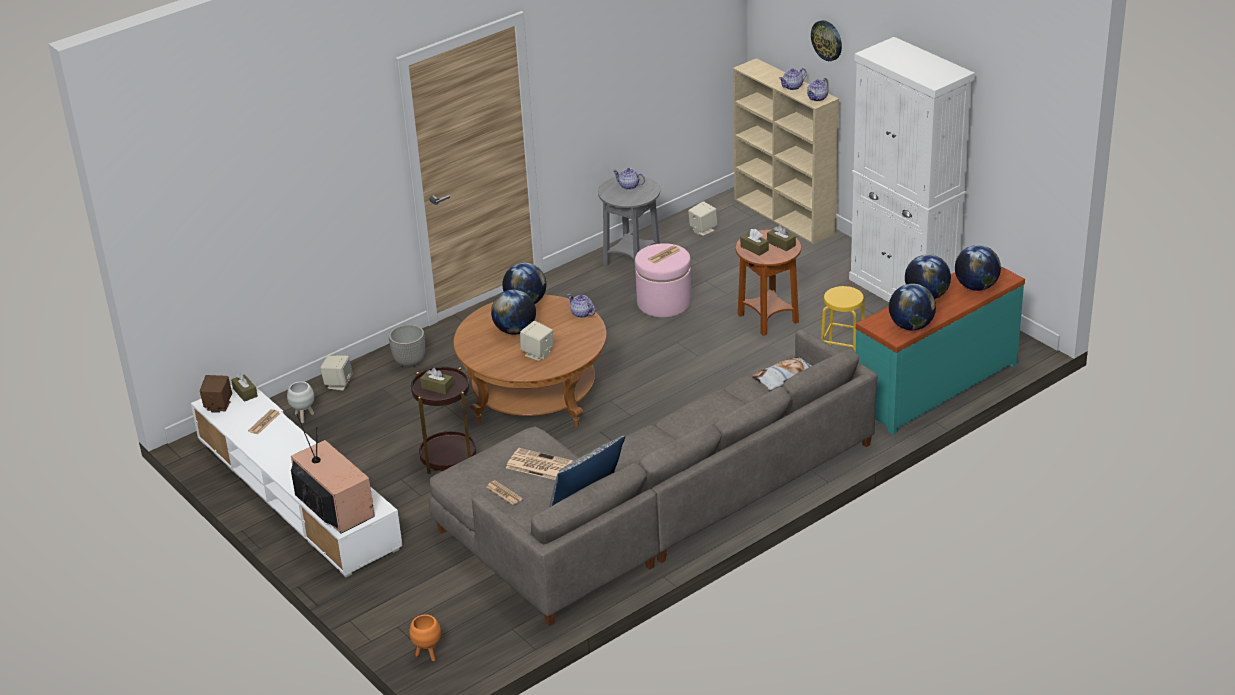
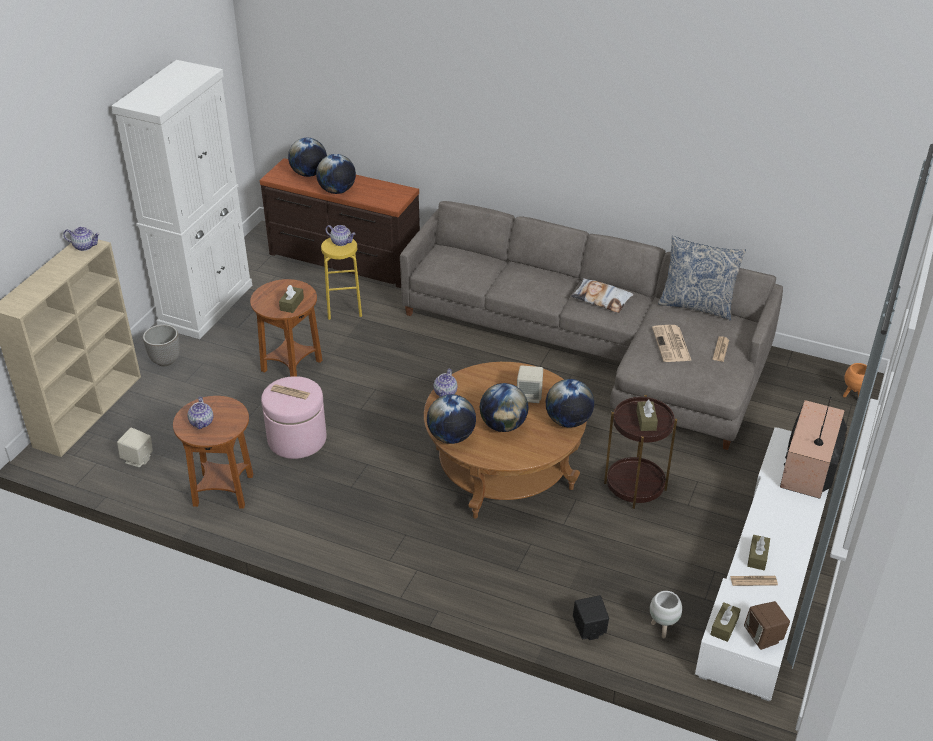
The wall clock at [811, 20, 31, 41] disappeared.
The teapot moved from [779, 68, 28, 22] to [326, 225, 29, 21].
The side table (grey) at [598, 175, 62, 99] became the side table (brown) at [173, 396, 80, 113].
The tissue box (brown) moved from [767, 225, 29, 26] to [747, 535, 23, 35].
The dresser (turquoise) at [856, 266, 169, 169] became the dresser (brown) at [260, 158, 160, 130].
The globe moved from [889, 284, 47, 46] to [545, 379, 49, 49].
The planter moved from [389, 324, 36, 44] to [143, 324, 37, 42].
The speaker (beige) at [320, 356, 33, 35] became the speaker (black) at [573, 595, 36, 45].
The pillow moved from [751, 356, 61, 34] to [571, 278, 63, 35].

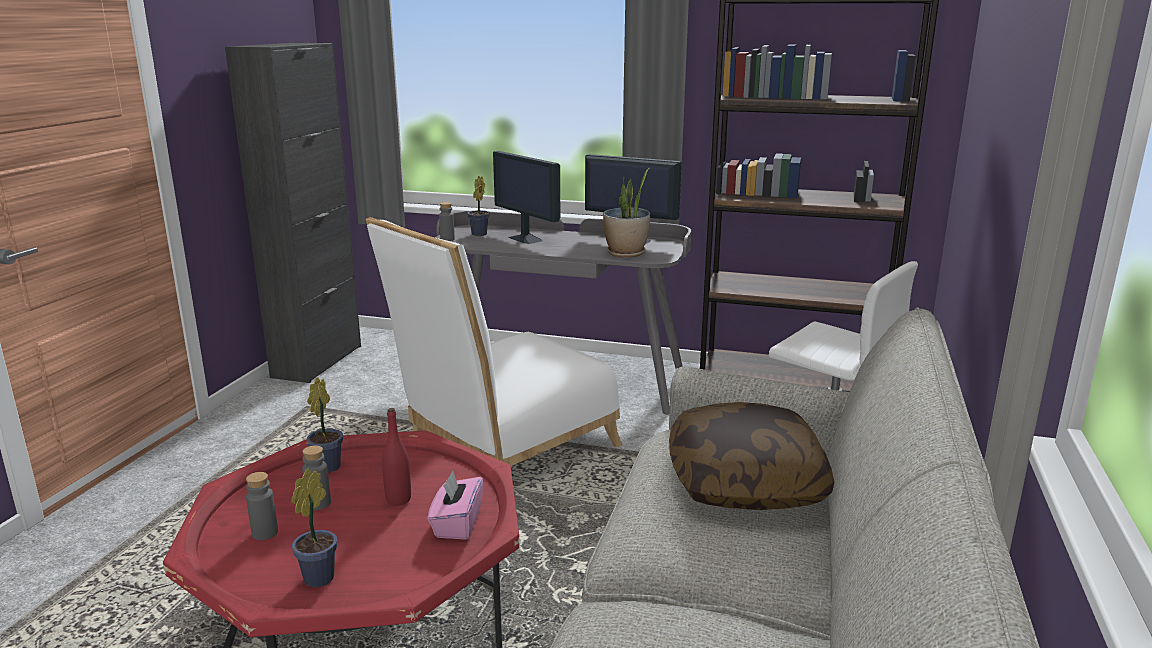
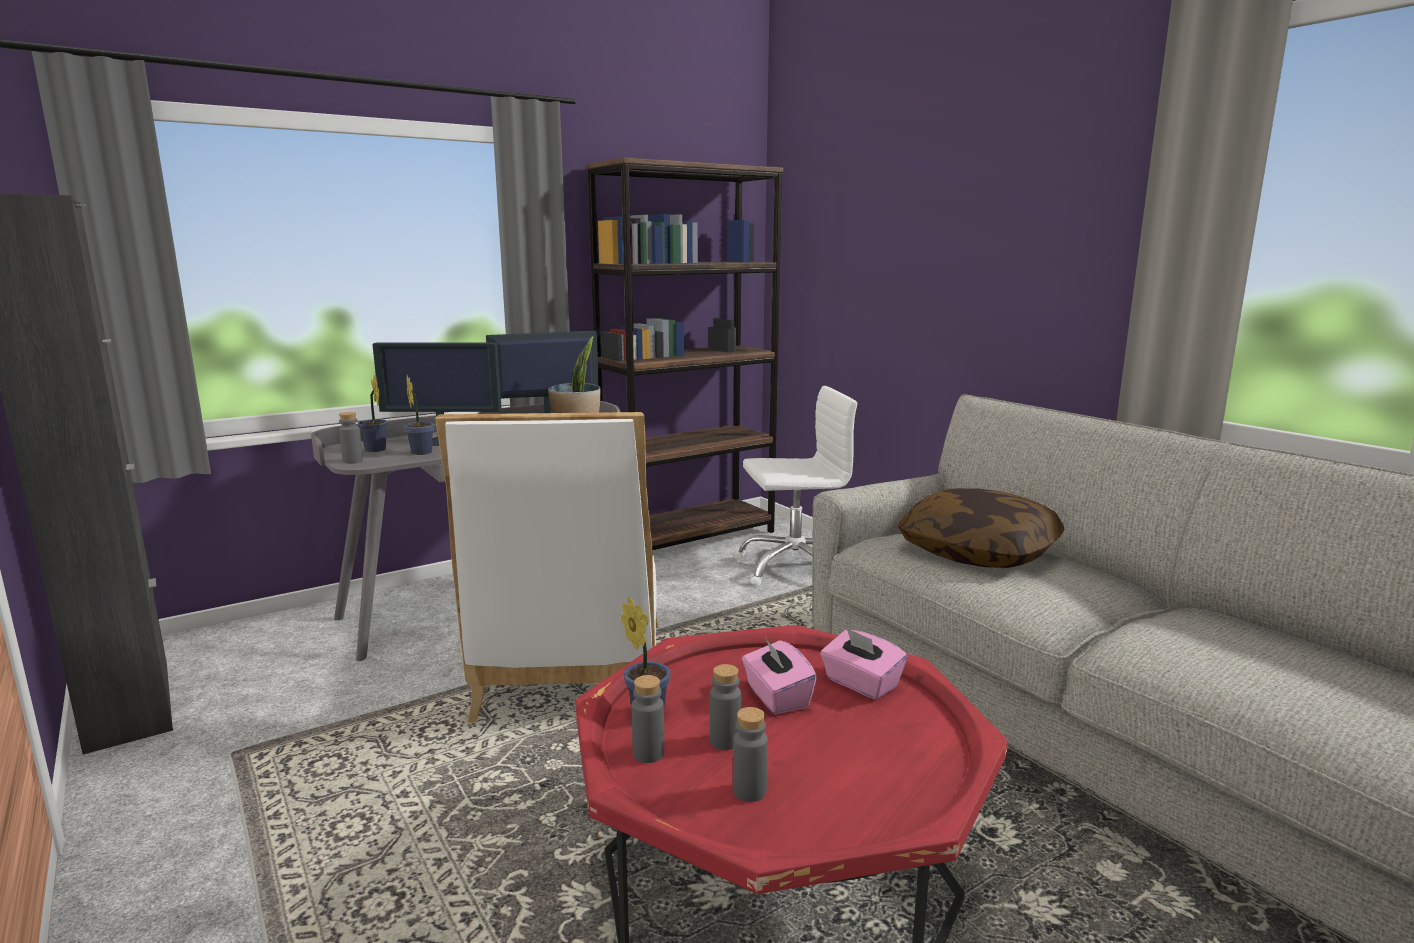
The bottle (red) at [382, 408, 29, 98] was replaced by the tissue box (pink) at [742, 637, 75, 77].
The potted plant moved from [291, 468, 46, 119] to [404, 375, 31, 80].
The bottle (grey) at [632, 675, 32, 88] appeared.

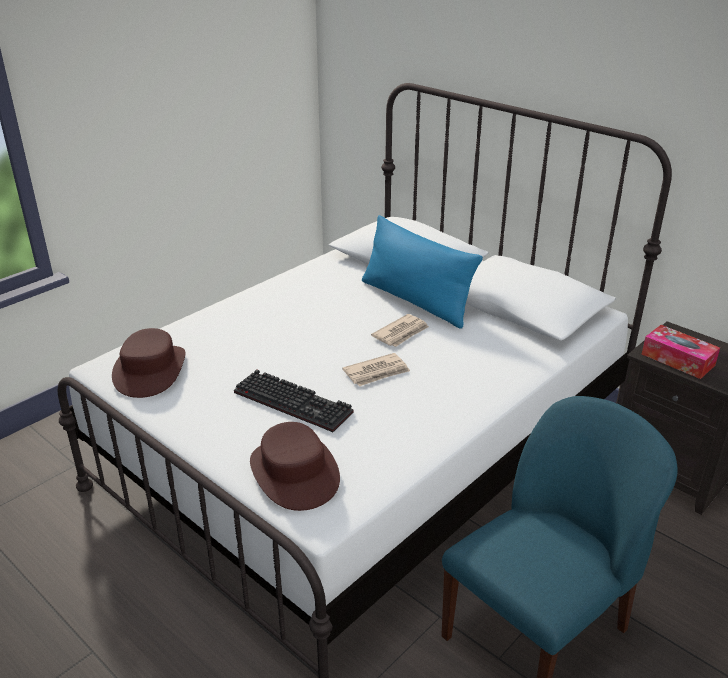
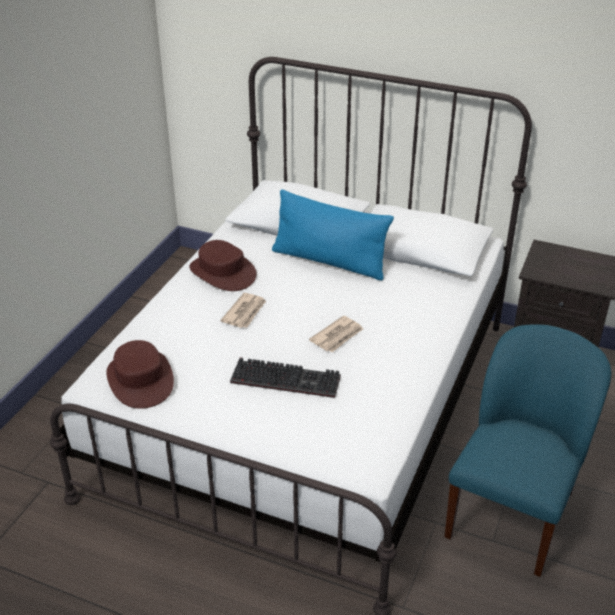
The newspaper moved from [371, 314, 58, 33] to [220, 293, 46, 35].
The tissue box at [642, 325, 78, 54] disappeared.
The hat (brown) moved from [250, 422, 90, 89] to [189, 240, 68, 51].

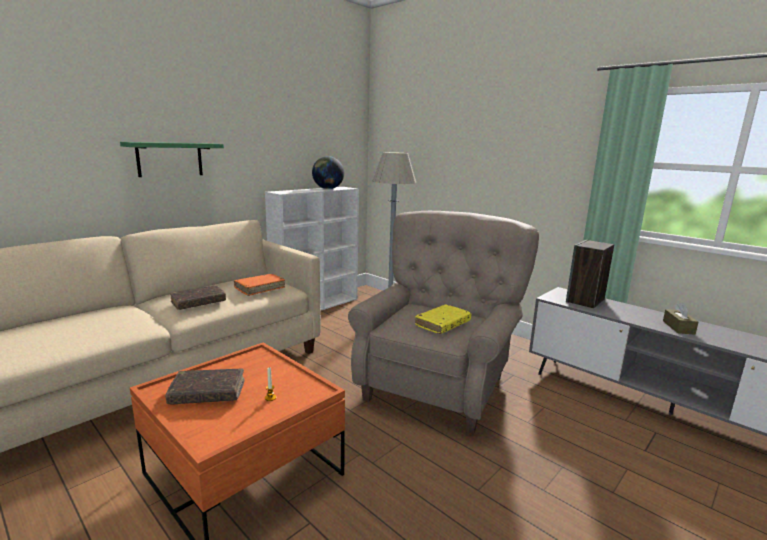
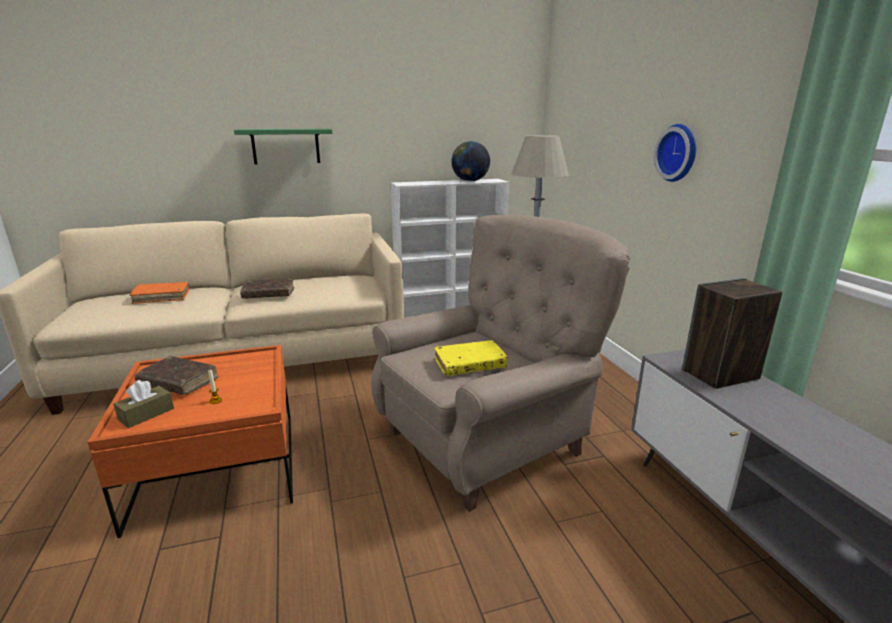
The book (orange) moved from [234, 274, 51, 22] to [130, 282, 60, 22].
The tissue box (brown) moved from [663, 303, 35, 32] to [114, 380, 60, 48].
The wall clock at [654, 124, 42, 58] appeared.

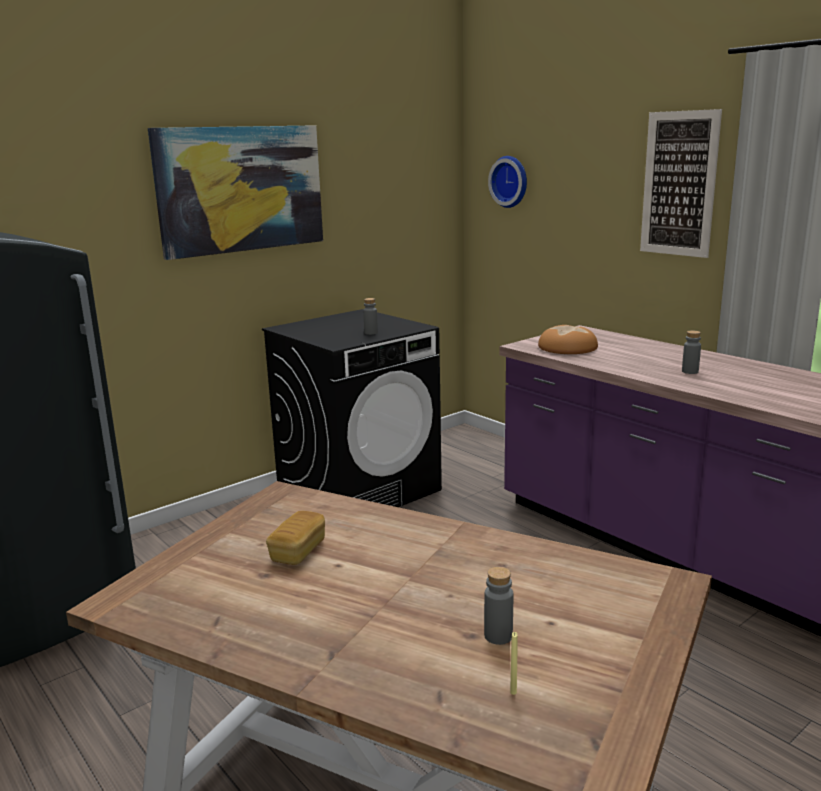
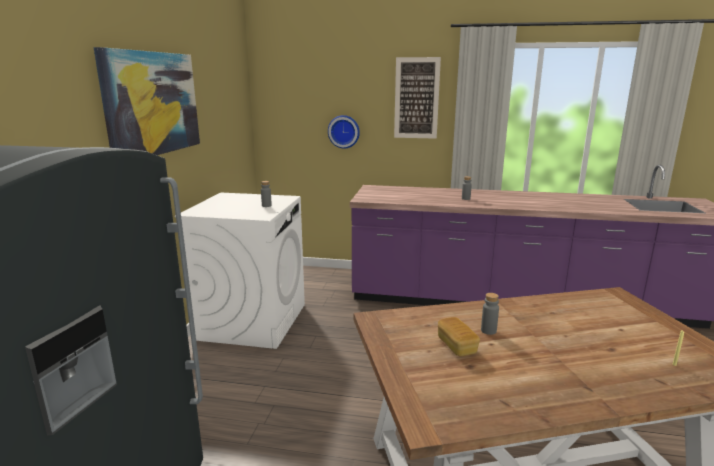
The wall clock moved from [488, 156, 39, 52] to [328, 115, 32, 34].
The washing machine (black) at [262, 309, 180, 198] became the washing machine (white) at [175, 192, 130, 157].
The bread at [538, 325, 60, 29] disappeared.
The bottle (grey) moved from [484, 567, 29, 78] to [481, 293, 18, 42].

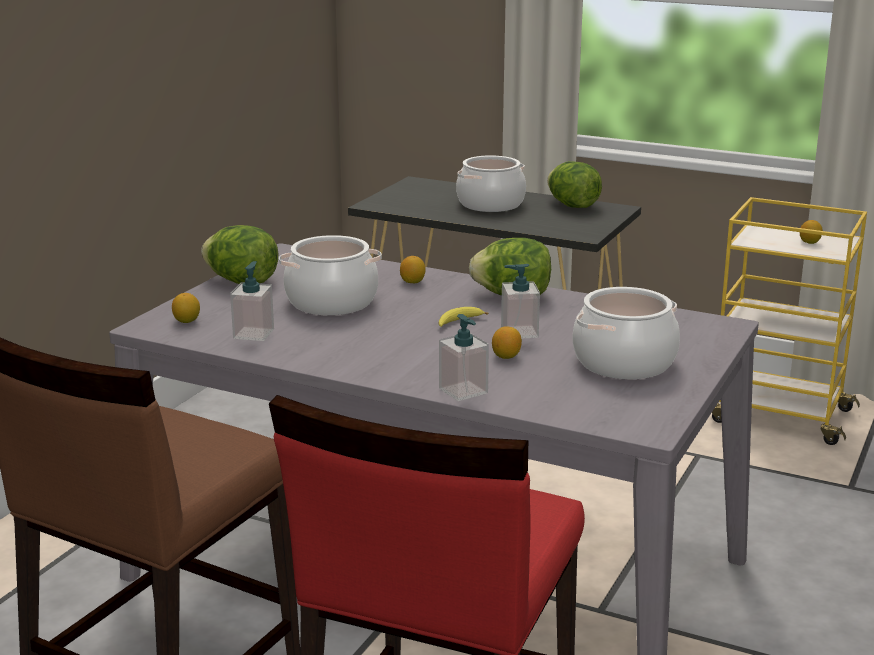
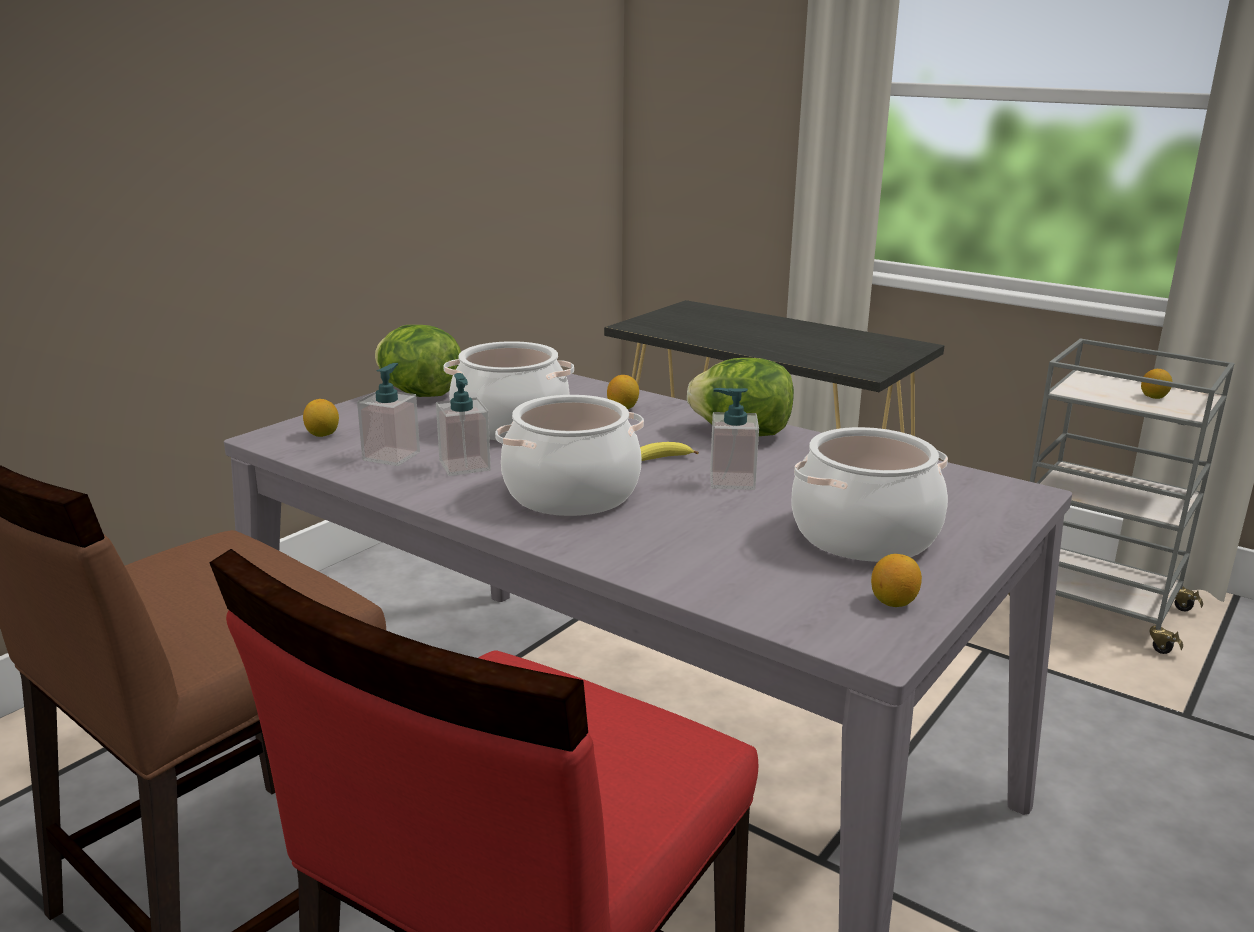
The cooking pot moved from [456, 155, 70, 57] to [495, 395, 149, 121].
The lettuce at [547, 161, 55, 47] disappeared.
The cart (yellow) at [712, 197, 155, 248] became the cart (grey) at [1008, 338, 227, 316].
The soap dispenser moved from [439, 314, 50, 87] to [436, 373, 55, 103].
The lemon moved from [492, 327, 30, 32] to [871, 554, 51, 53].

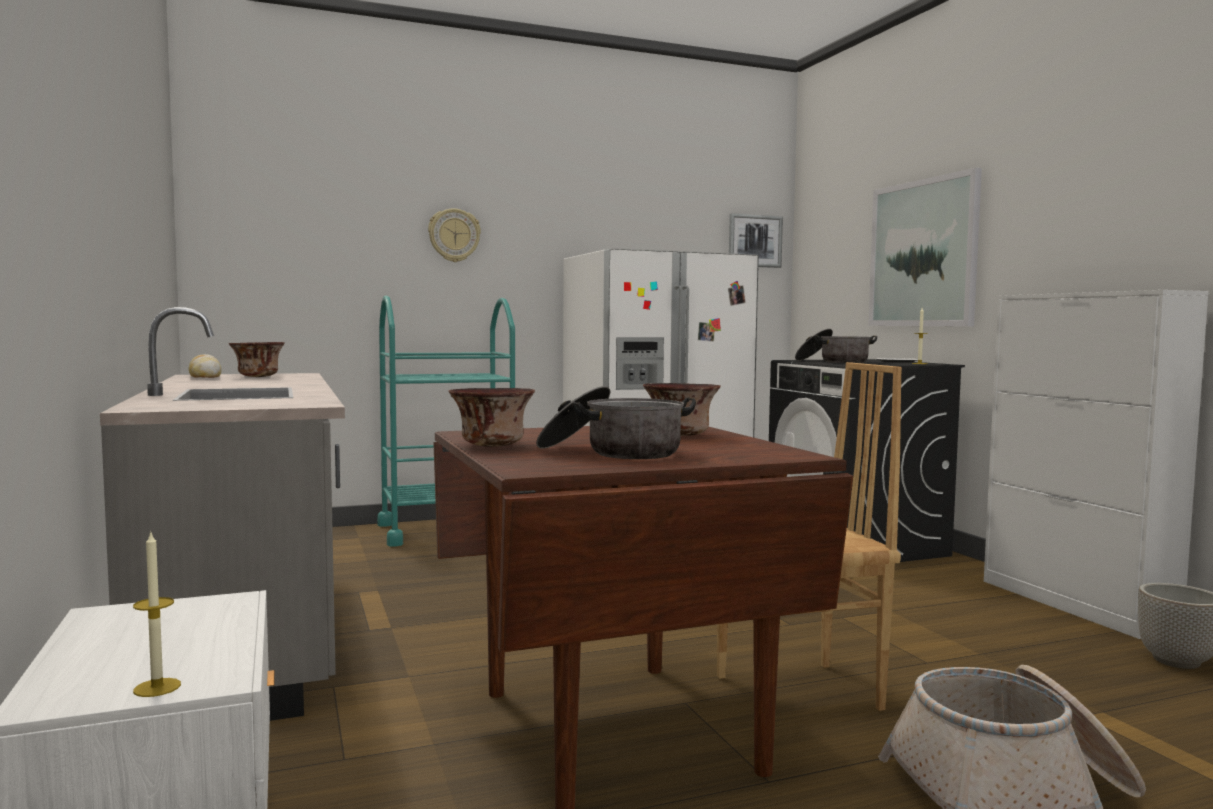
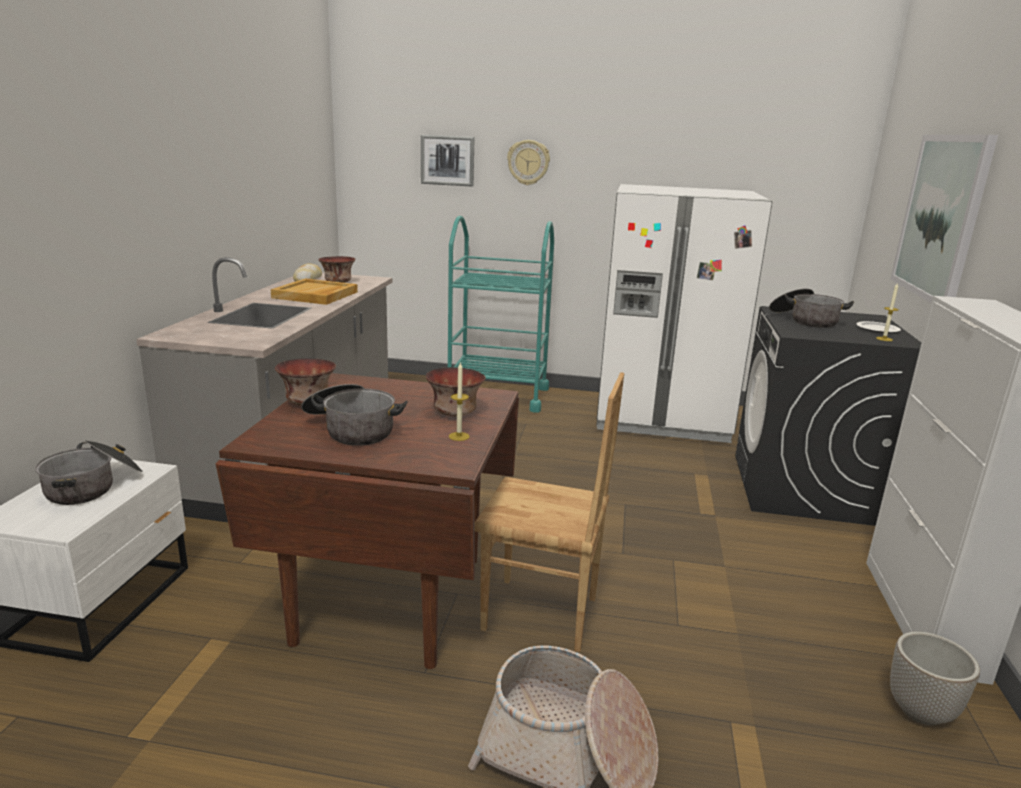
The picture moved from [729, 213, 54, 55] to [421, 135, 53, 52].
The candle moved from [133, 531, 48, 166] to [449, 363, 21, 78].
The tray (beige) at [271, 279, 87, 26] appeared.
The cooking pot at [35, 440, 108, 65] appeared.

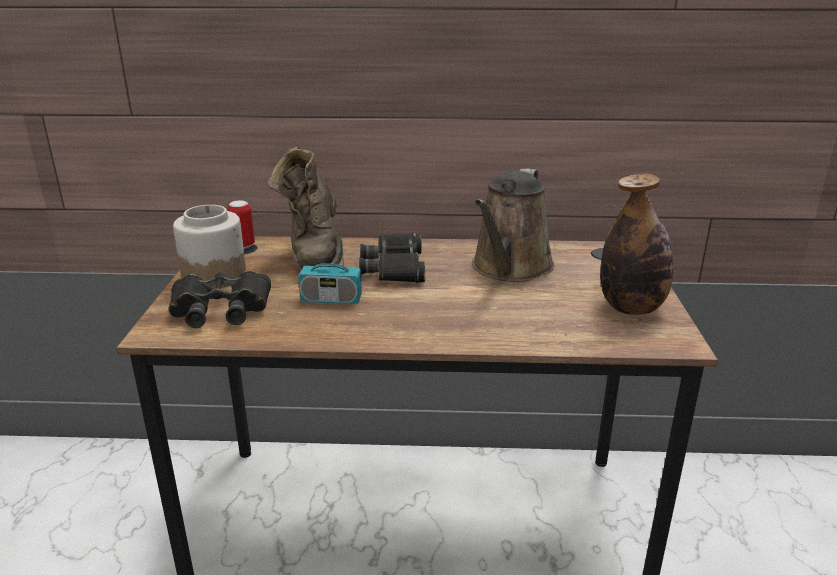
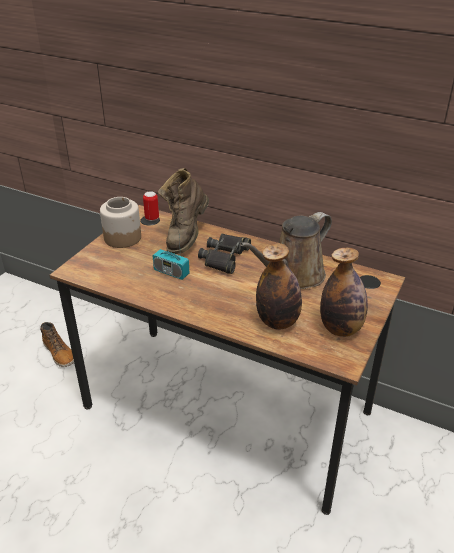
The binoculars (black) at [168, 271, 103, 57] disappeared.
The bottle at [256, 243, 46, 86] appeared.
The boot at [40, 322, 34, 45] appeared.

